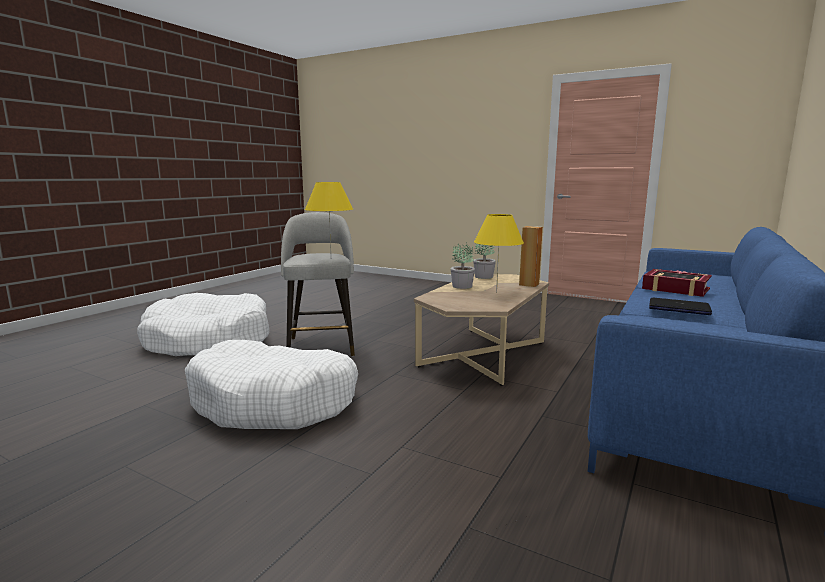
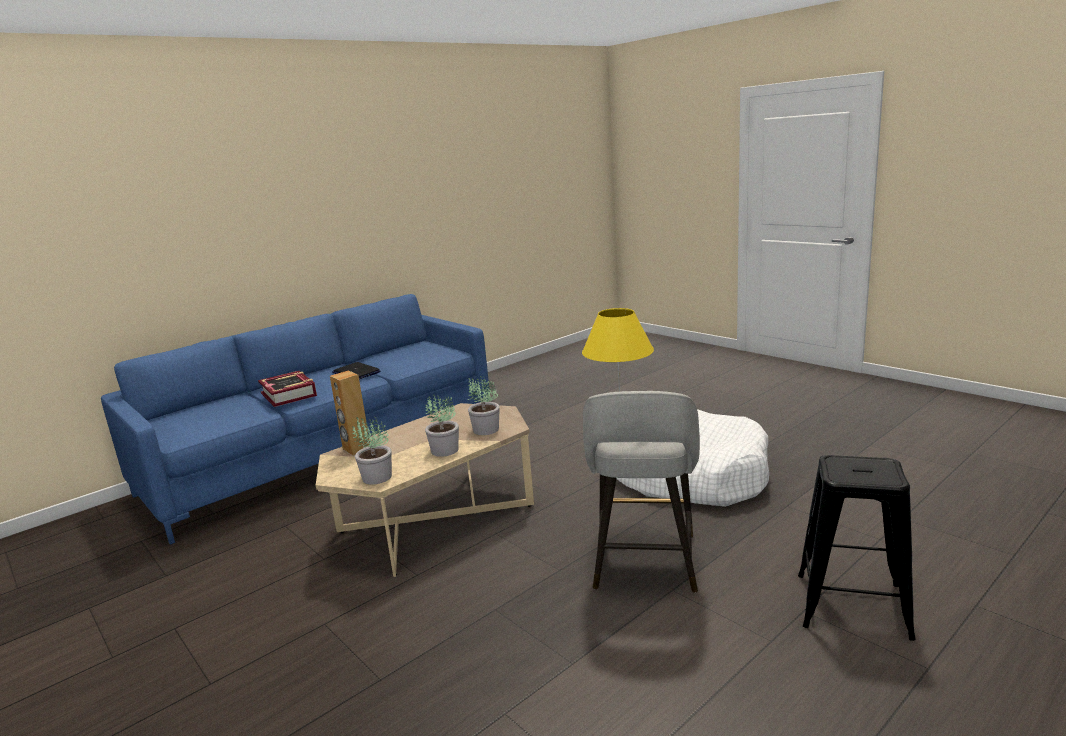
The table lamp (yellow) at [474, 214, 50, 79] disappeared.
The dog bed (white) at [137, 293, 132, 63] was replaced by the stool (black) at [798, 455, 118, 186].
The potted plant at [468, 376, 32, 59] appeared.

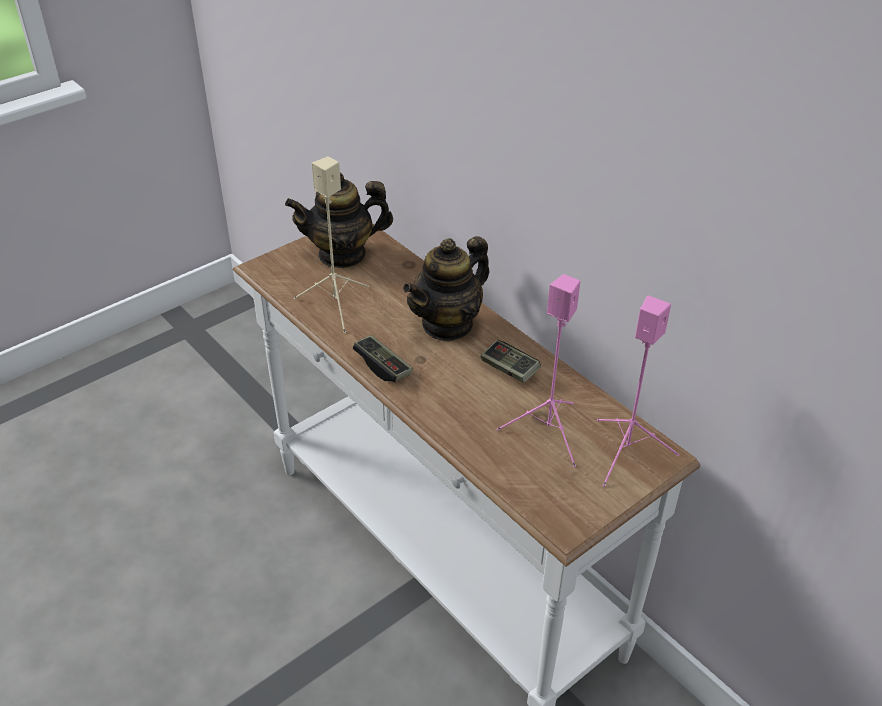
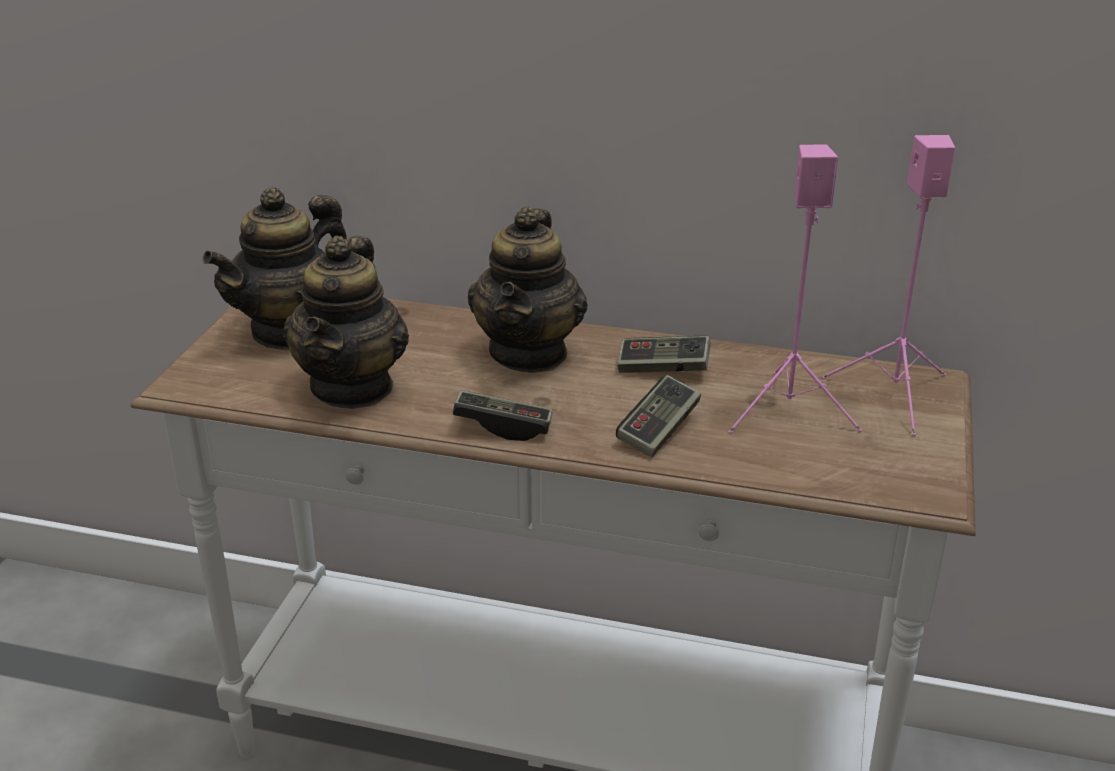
The speaker (beige) at [294, 156, 75, 177] was replaced by the teapot at [283, 235, 126, 174].
The game controller at [616, 375, 85, 82] appeared.

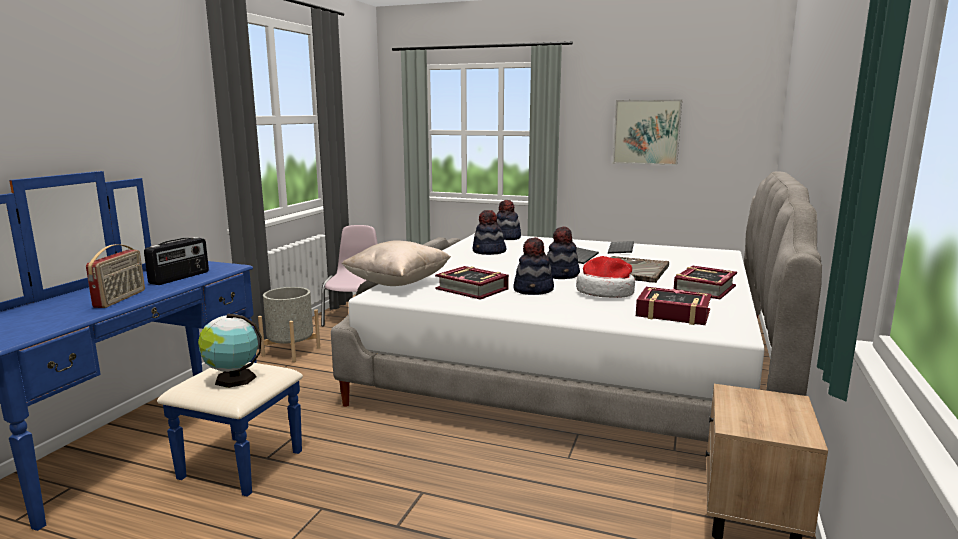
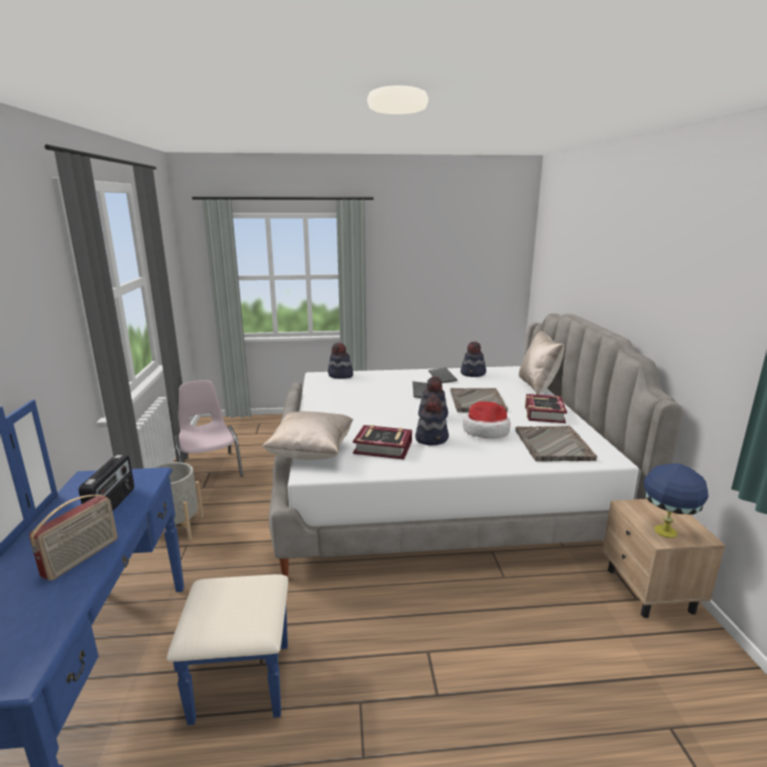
The picture at [613, 100, 69, 65] disappeared.
The hat moved from [472, 210, 35, 45] to [460, 341, 26, 36].
The radio at [86, 244, 59, 64] turned 45 degrees clockwise.
The book at [636, 287, 76, 38] was replaced by the tray (grey) at [516, 426, 81, 36].
The globe at [198, 314, 64, 74] disappeared.
The pillow (beige) at [519, 331, 45, 64] appeared.
The table lamp (blue) at [644, 463, 65, 75] appeared.

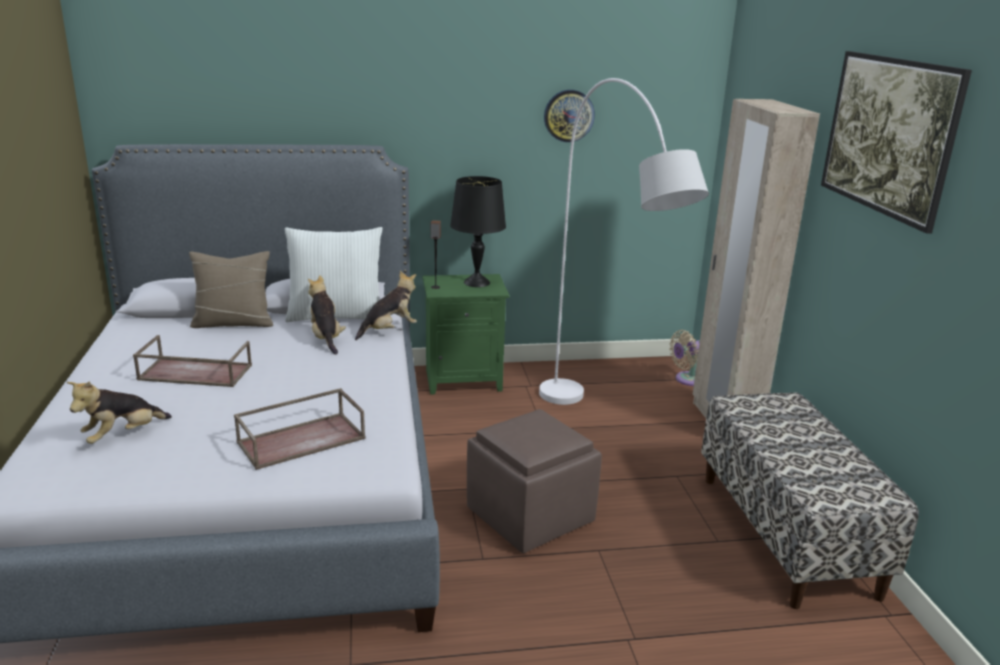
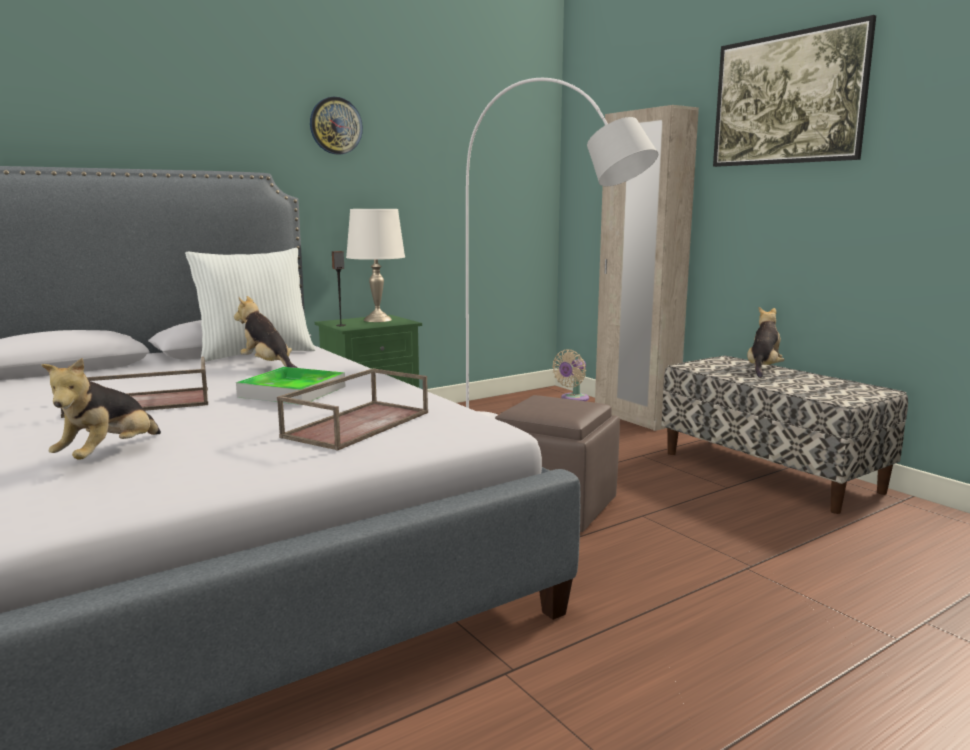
The wall clock moved from [544, 90, 51, 52] to [310, 97, 53, 58].
The table lamp (black) at [450, 176, 56, 111] became the table lamp (white) at [346, 209, 59, 113].
The pillow (beige) at [189, 251, 84, 77] disappeared.
The plush toy moved from [355, 271, 62, 69] to [747, 307, 38, 71].
The tray at [236, 367, 110, 38] appeared.

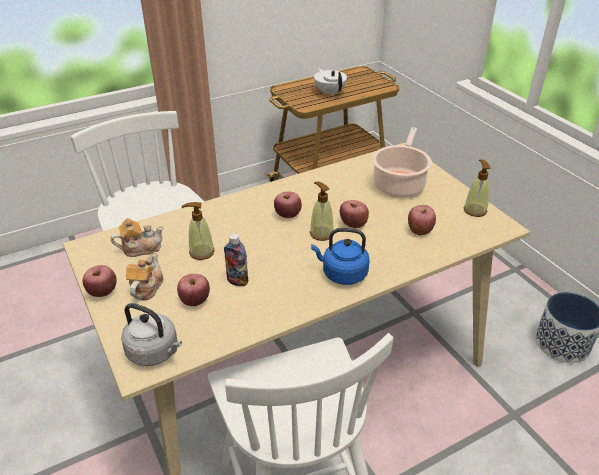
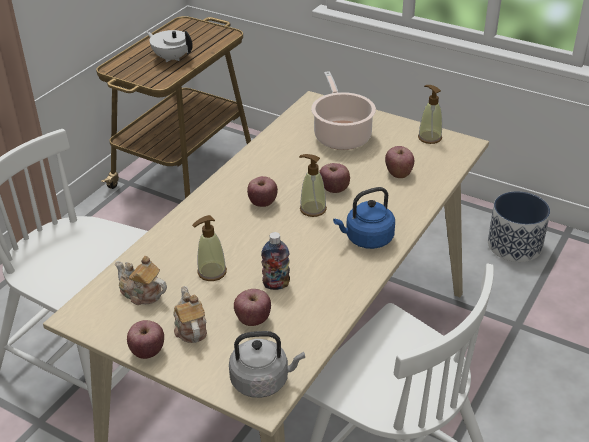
The teapot at [111, 218, 53, 39] turned 105 degrees counterclockwise.

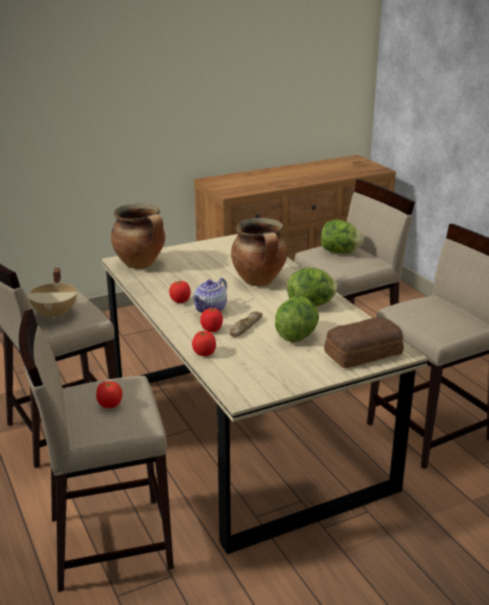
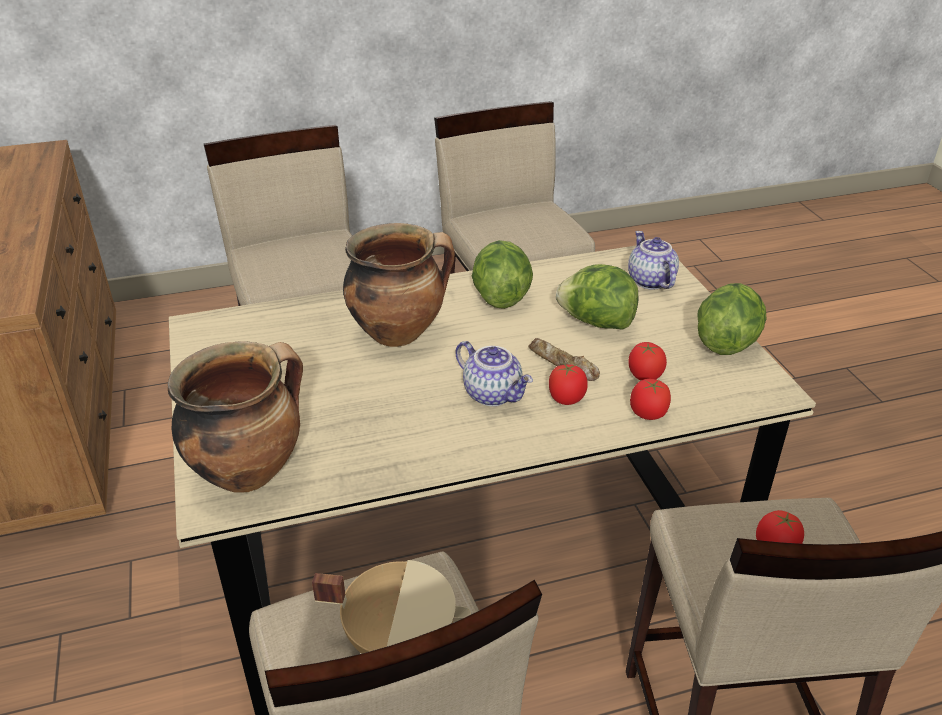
The lettuce moved from [321, 220, 43, 33] to [697, 283, 69, 72].
The tomato moved from [169, 280, 22, 23] to [628, 342, 39, 39].
The bread at [324, 317, 80, 52] was replaced by the teapot at [628, 231, 51, 59].

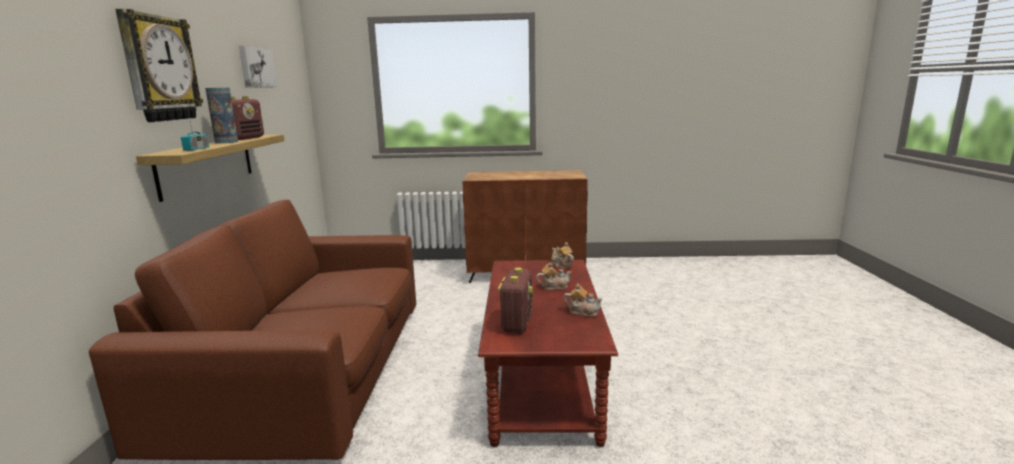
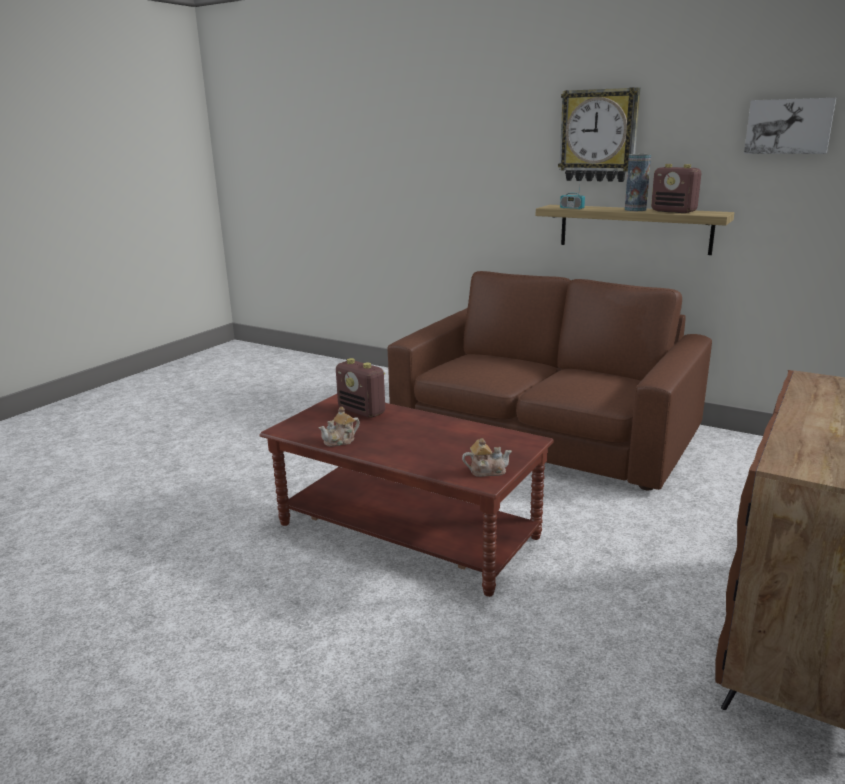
The teapot at [536, 262, 35, 29] disappeared.

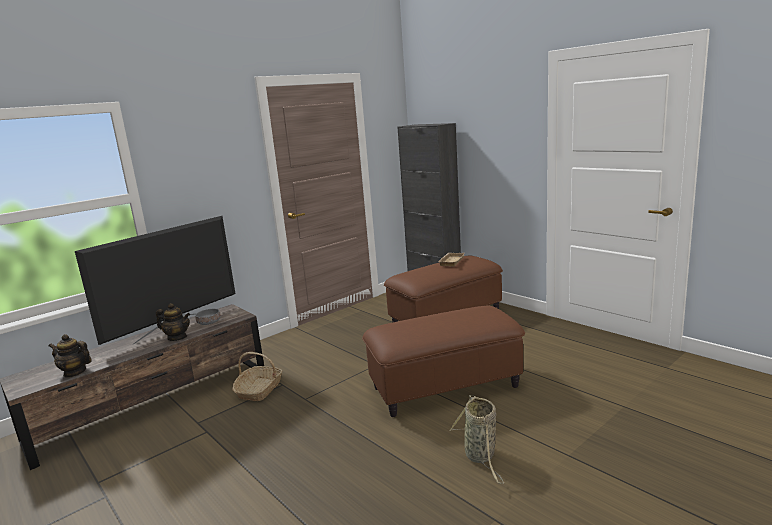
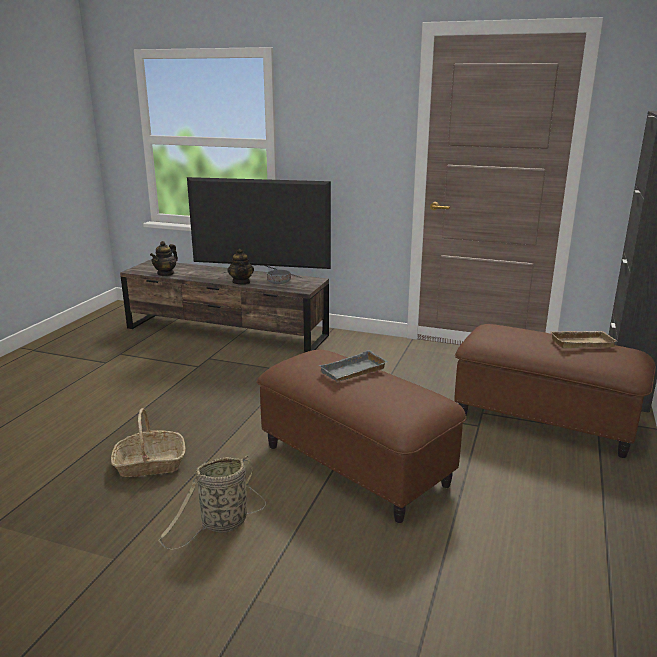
The teapot at [49, 334, 43, 43] turned 135 degrees counterclockwise.
The basket moved from [232, 352, 50, 49] to [111, 408, 74, 69].
The tray (grey) at [318, 350, 71, 32] appeared.

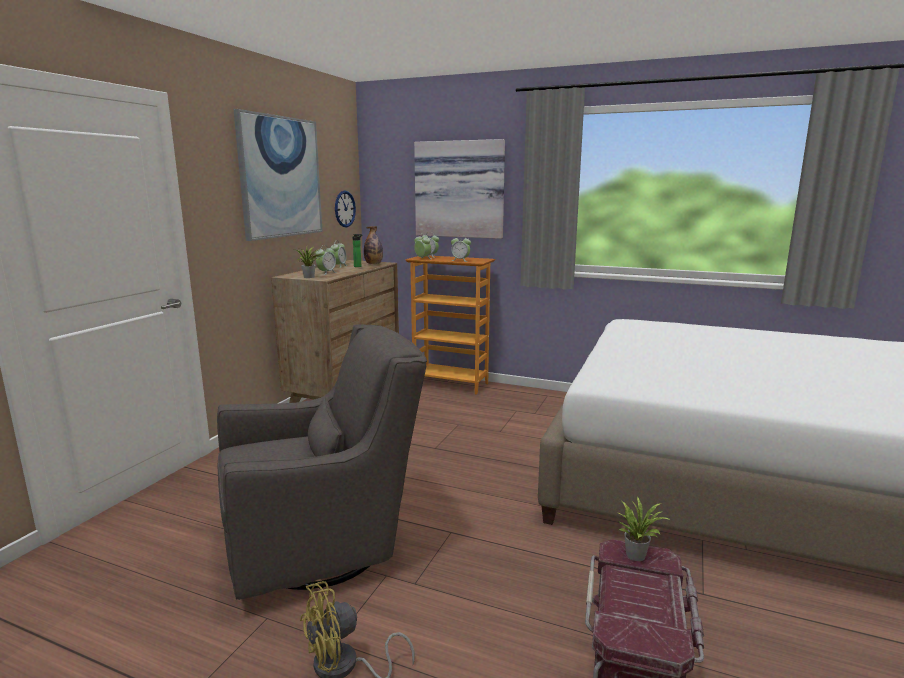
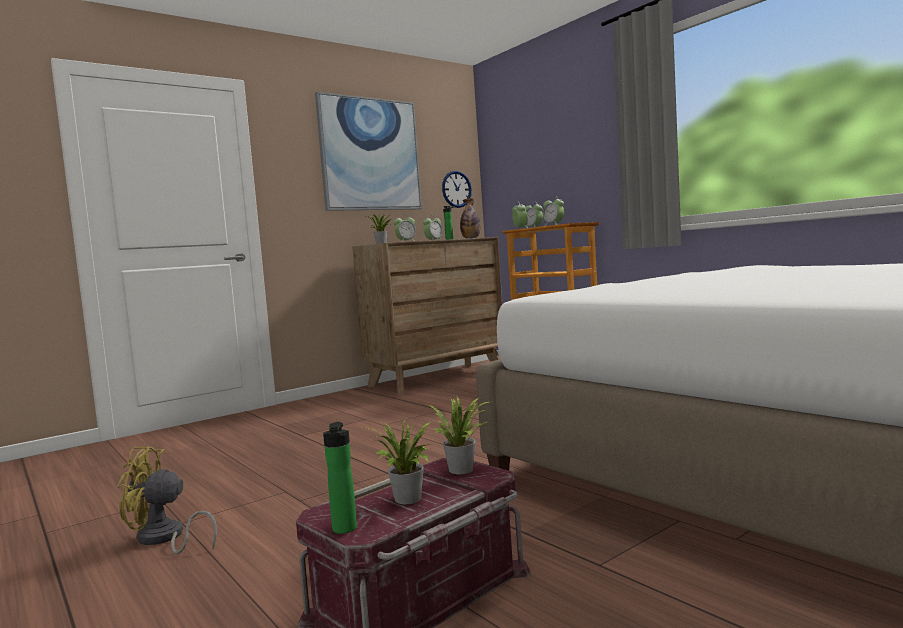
The picture at [414, 139, 91, 100] disappeared.
The armchair (grey) at [217, 324, 210, 276] disappeared.
The potted plant at [369, 418, 63, 86] appeared.
The bottle at [323, 422, 34, 112] appeared.

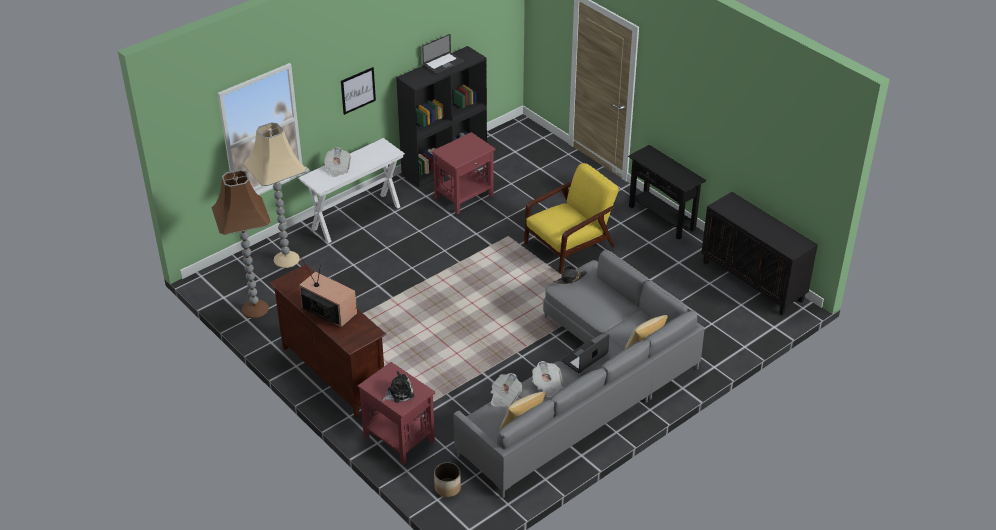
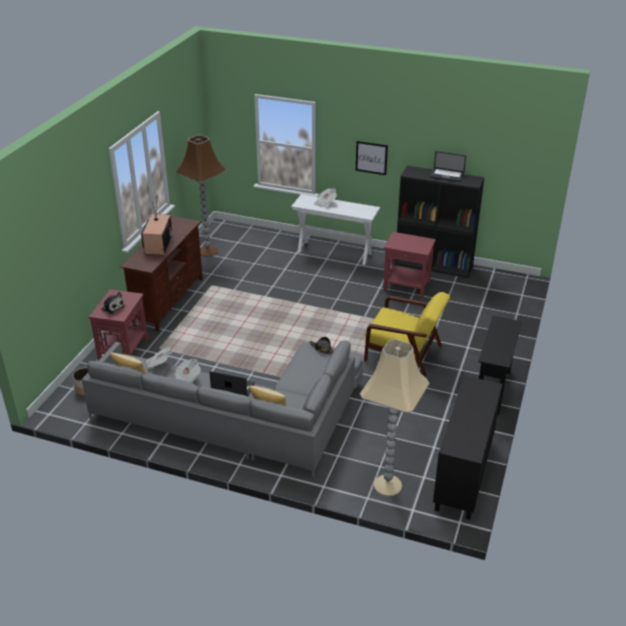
The floor lamp (beige) moved from [243, 122, 63, 146] to [360, 339, 70, 157].

